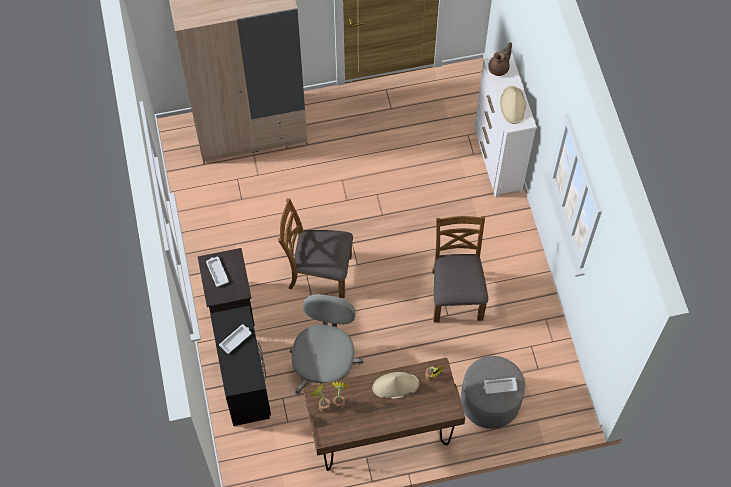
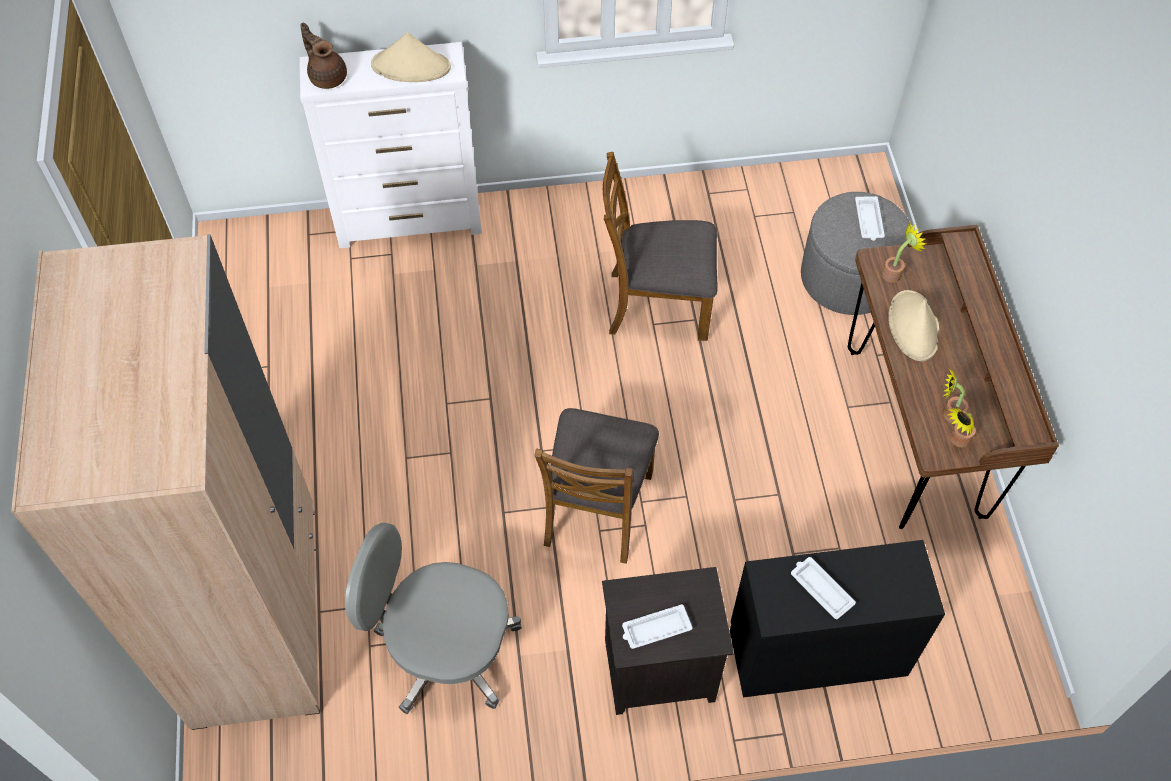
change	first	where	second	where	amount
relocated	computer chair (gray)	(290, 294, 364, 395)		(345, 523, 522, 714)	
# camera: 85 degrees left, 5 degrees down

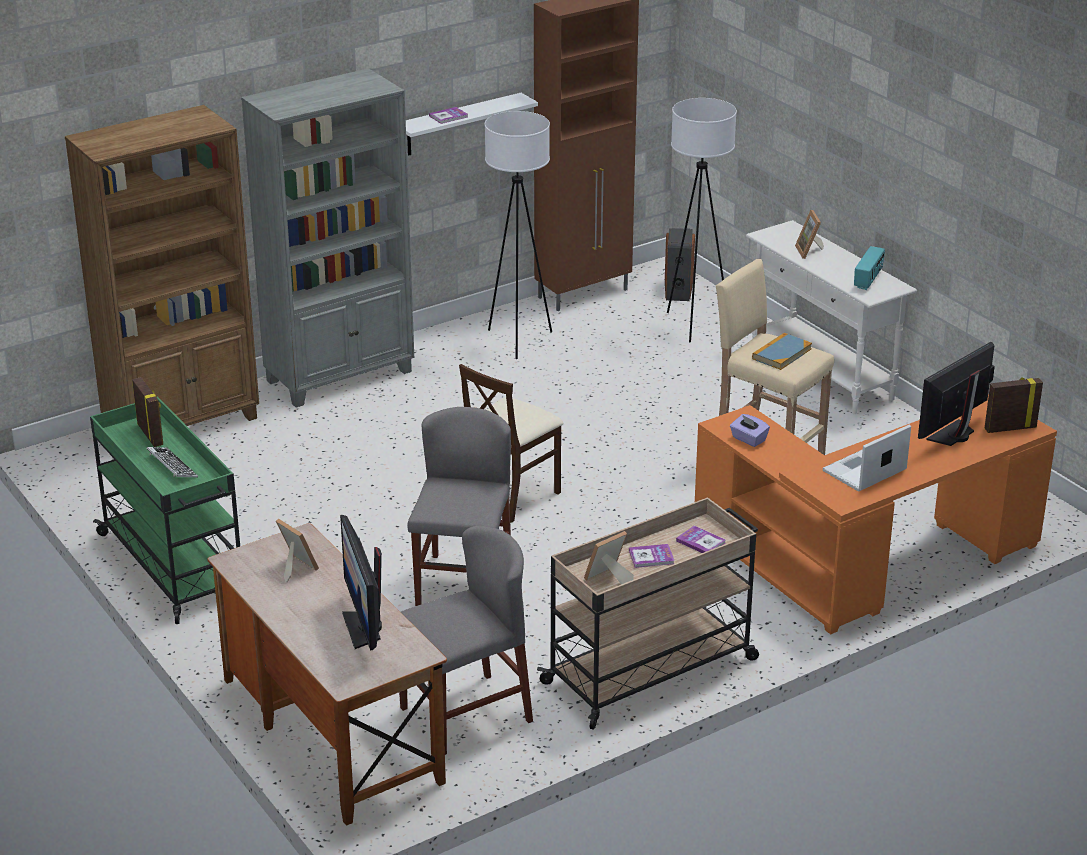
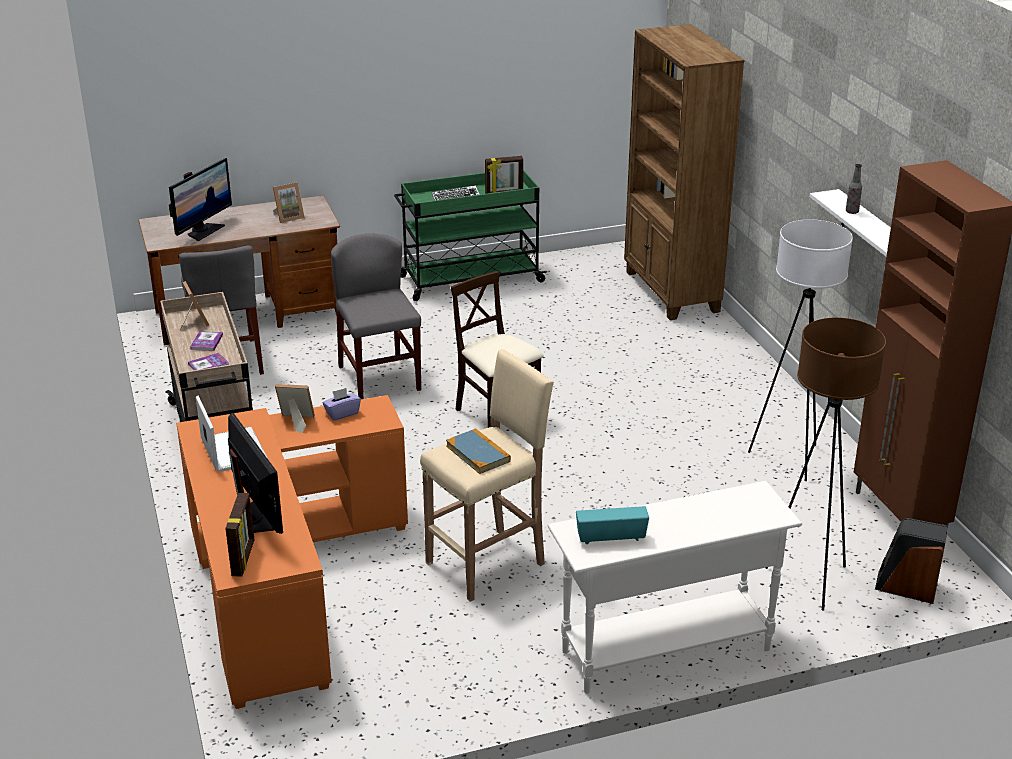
change	first	where	second	where	amount
missing	bookcase (gray)	(241, 68, 414, 408)			
colour	floor lamp (whitish)	(667, 98, 737, 342)	floor lamp (brown-coloured)	(766, 318, 886, 611)	
exchanged	book	(429, 107, 468, 124)	bottle	(846, 164, 862, 214)	
relocated	photo frame	(795, 210, 824, 259)		(275, 384, 315, 433)	
spun	radio set	(854, 246, 885, 290)		(576, 506, 649, 544)	135 degrees clockwise
spun	upright chair (gray)	(407, 407, 511, 606)		(331, 233, 421, 399)	135 degrees counterclockwise
spun	computer display	(340, 515, 382, 651)		(169, 158, 232, 241)	120 degrees clockwise
# camera: 105 degrees right, 0 degrees up

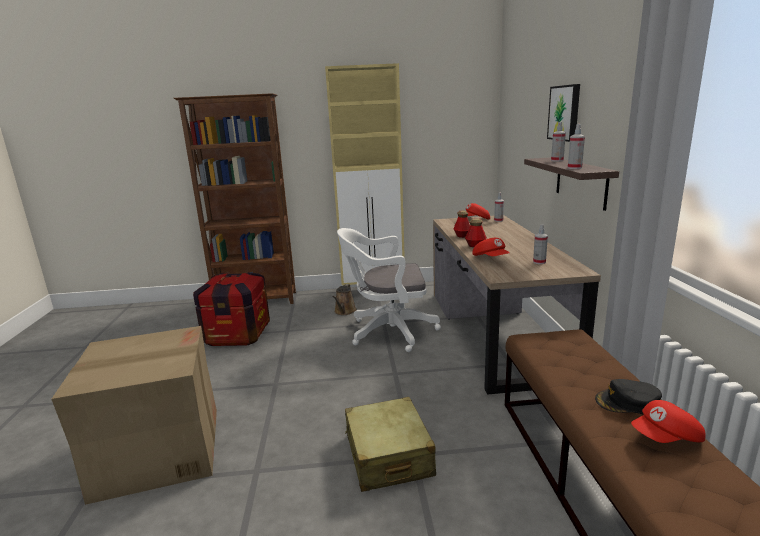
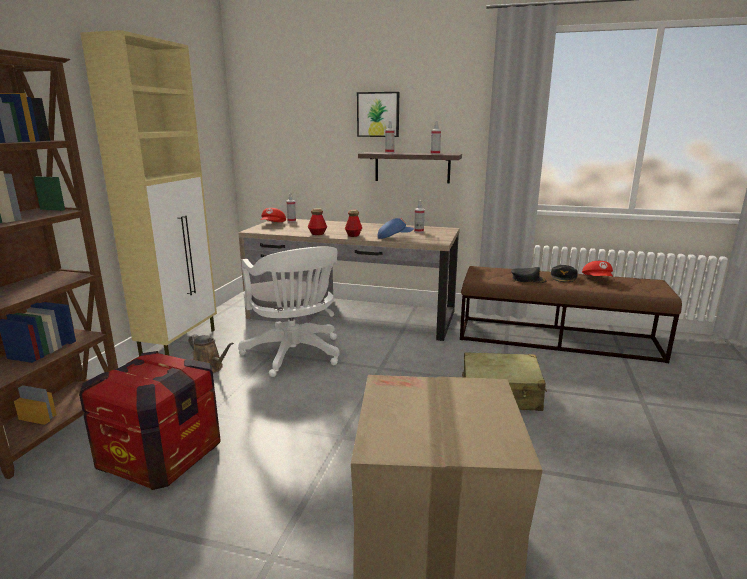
change	first	where	second	where	amount
spun	computer chair (whitish)	(337, 228, 441, 352)		(238, 246, 340, 377)	45 degrees counterclockwise
colour	baseball cap (red-coloured)	(472, 238, 510, 256)	baseball cap (bluish)	(378, 218, 414, 239)	
appeared			baseball cap (black)	(511, 267, 547, 283)	
# camera: 70 degrees left, 0 degrees up

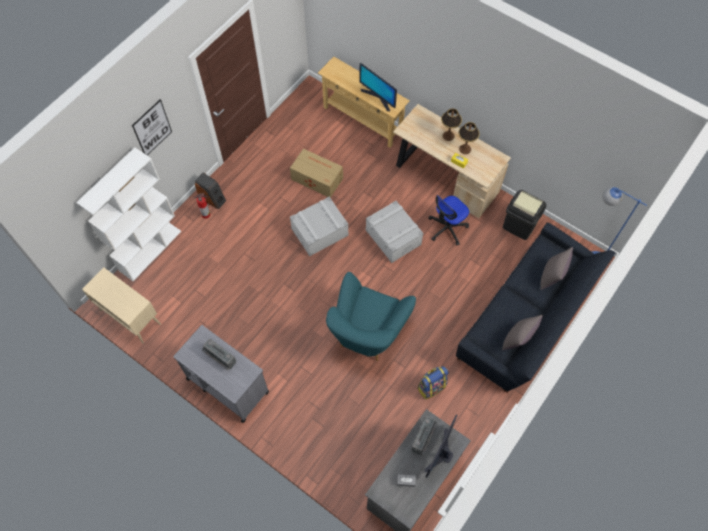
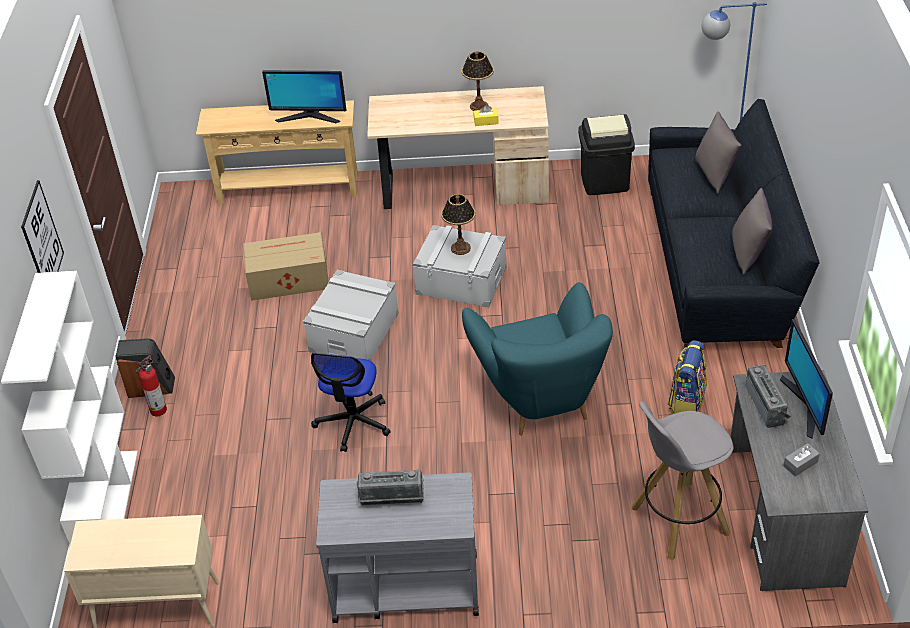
change	first	where	second	where	amount
relocated	lamp for a table	(441, 108, 462, 141)		(441, 194, 476, 255)	
relocated	computer chair	(428, 195, 469, 245)		(311, 353, 391, 452)	
appeared			sitting stool (gray)	(632, 401, 734, 561)	
# camera: 35 degrees left, 20 degrees down

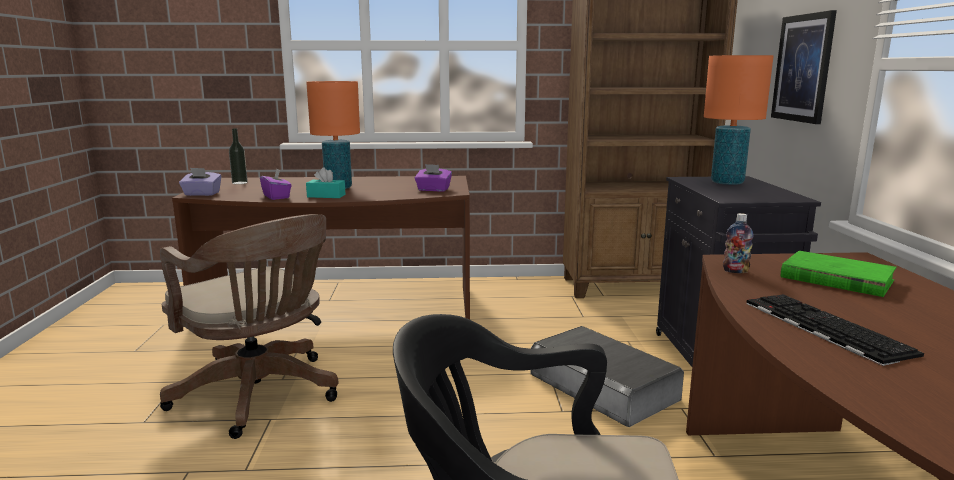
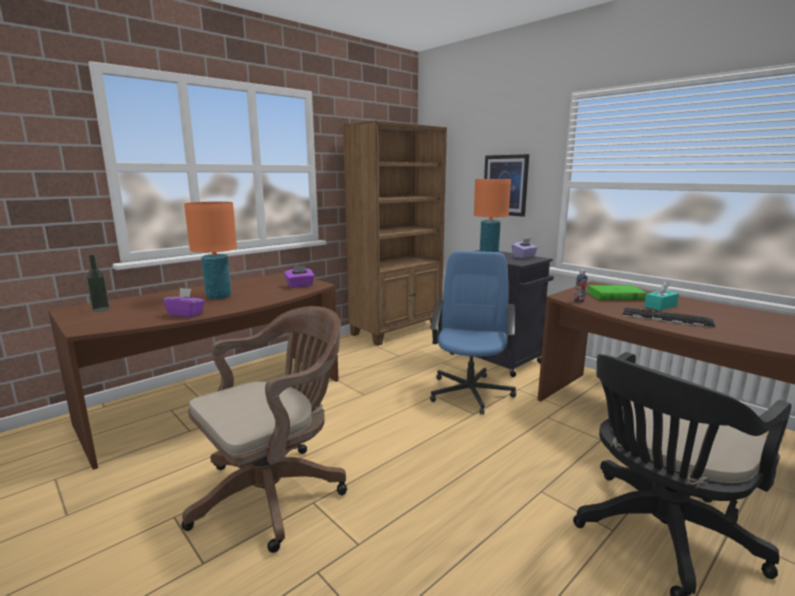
change	first	where	second	where	amount
relocated	box of tissues (turquoise-coloured)	(306, 167, 346, 198)		(644, 281, 679, 311)	
relocated	box of tissues (purplish)	(179, 168, 221, 196)		(512, 238, 538, 259)	
spun	computer chair (brown-coloured)	(160, 214, 339, 439)		(182, 306, 347, 553)	45 degrees counterclockwise
exchanged	storage bin (gray)	(530, 326, 684, 427)	computer chair (bluish)	(430, 251, 516, 415)	
# camera: 40 degrees left, 0 degrees up

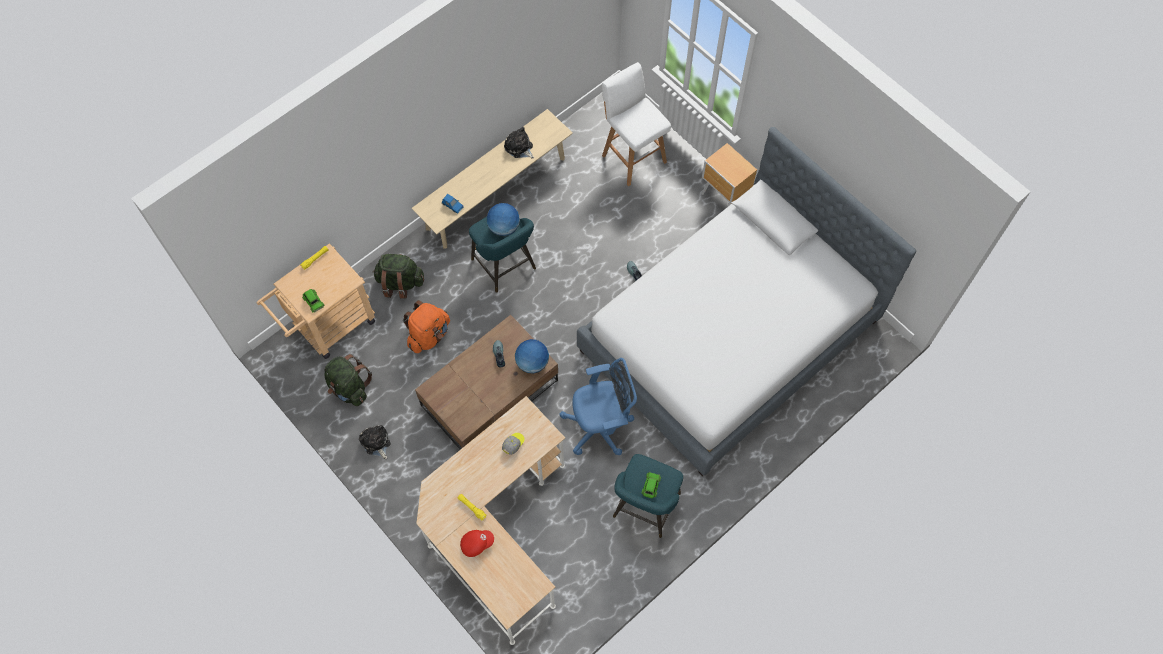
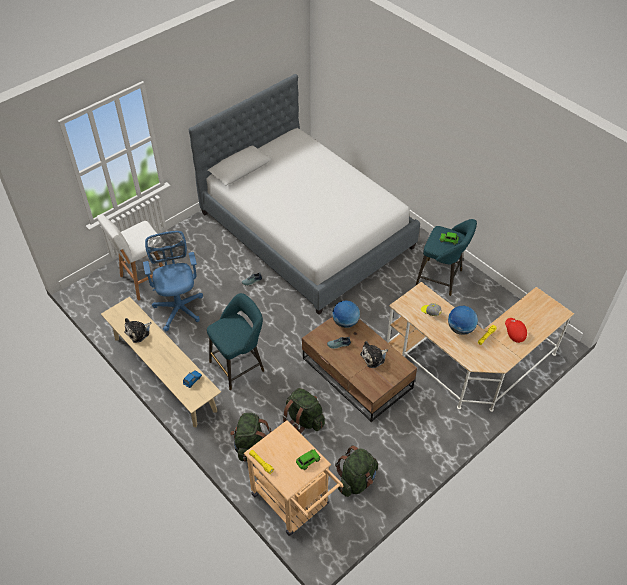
change	first	where	second	where	amount
missing	night table (brown-coloured)	(701, 143, 757, 206)			
relocated	world globe	(487, 203, 520, 236)		(448, 306, 478, 335)	
colour	rucksack (orangey)	(403, 300, 450, 353)	rucksack (green)	(282, 388, 325, 433)	
relocated	computer chair (bluish)	(559, 358, 637, 455)		(143, 231, 203, 331)	
relocated	cuddly toy	(359, 425, 391, 459)		(360, 341, 388, 368)	
# camera: 90 degrees left, 15 degrees down

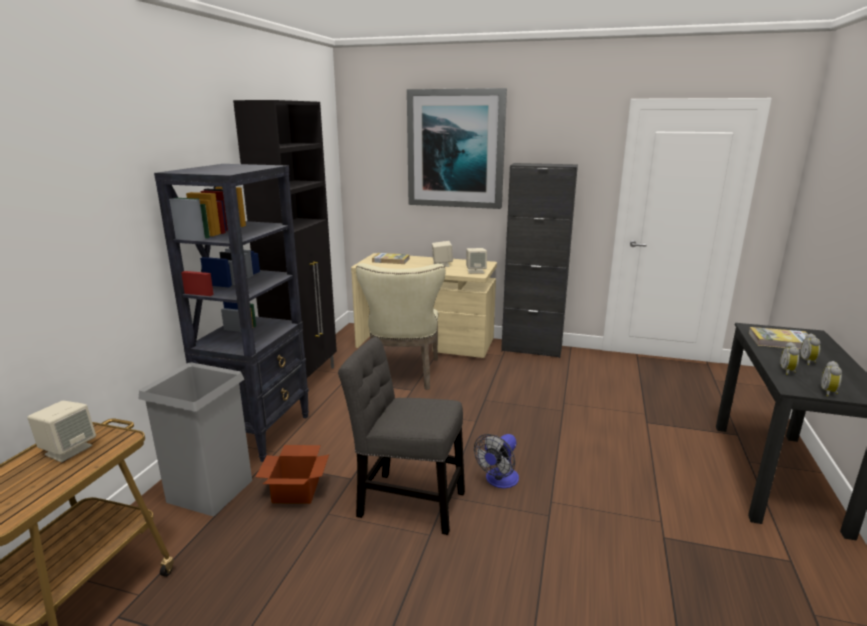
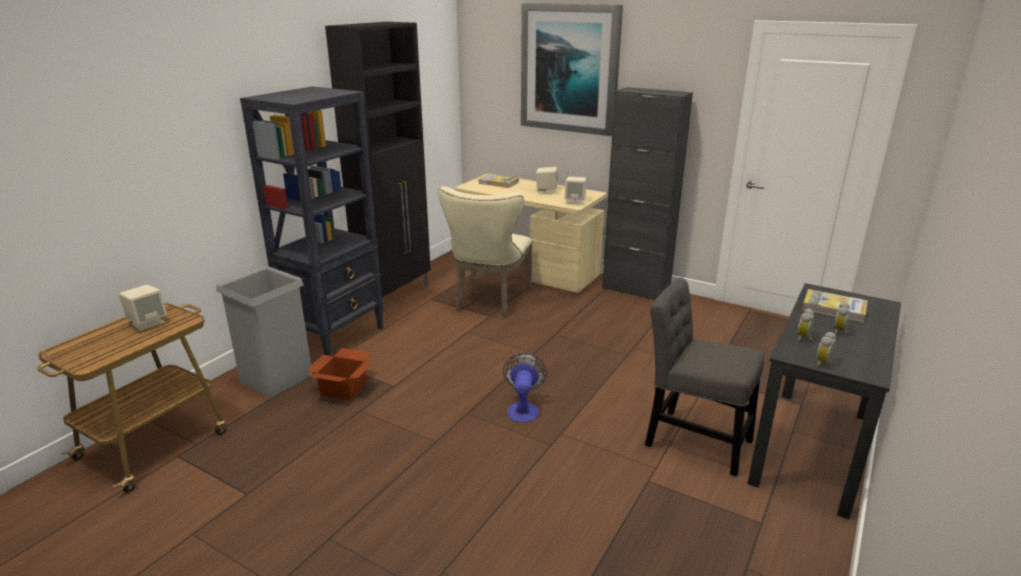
change	first	where	second	where	amount
relocated	upright chair (gray)	(338, 337, 465, 535)		(645, 278, 764, 476)	
spun	cooling fan	(474, 434, 519, 489)		(503, 353, 547, 423)	135 degrees clockwise
# camera: 15 degrees right, 5 degrees up

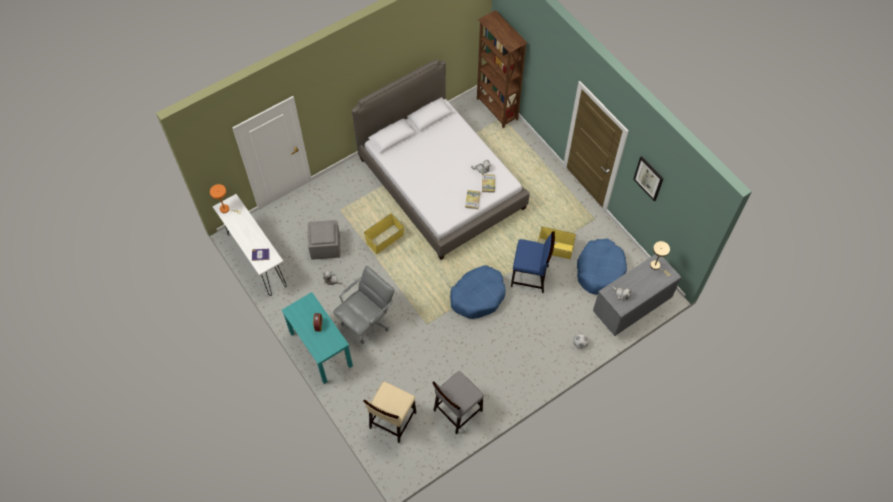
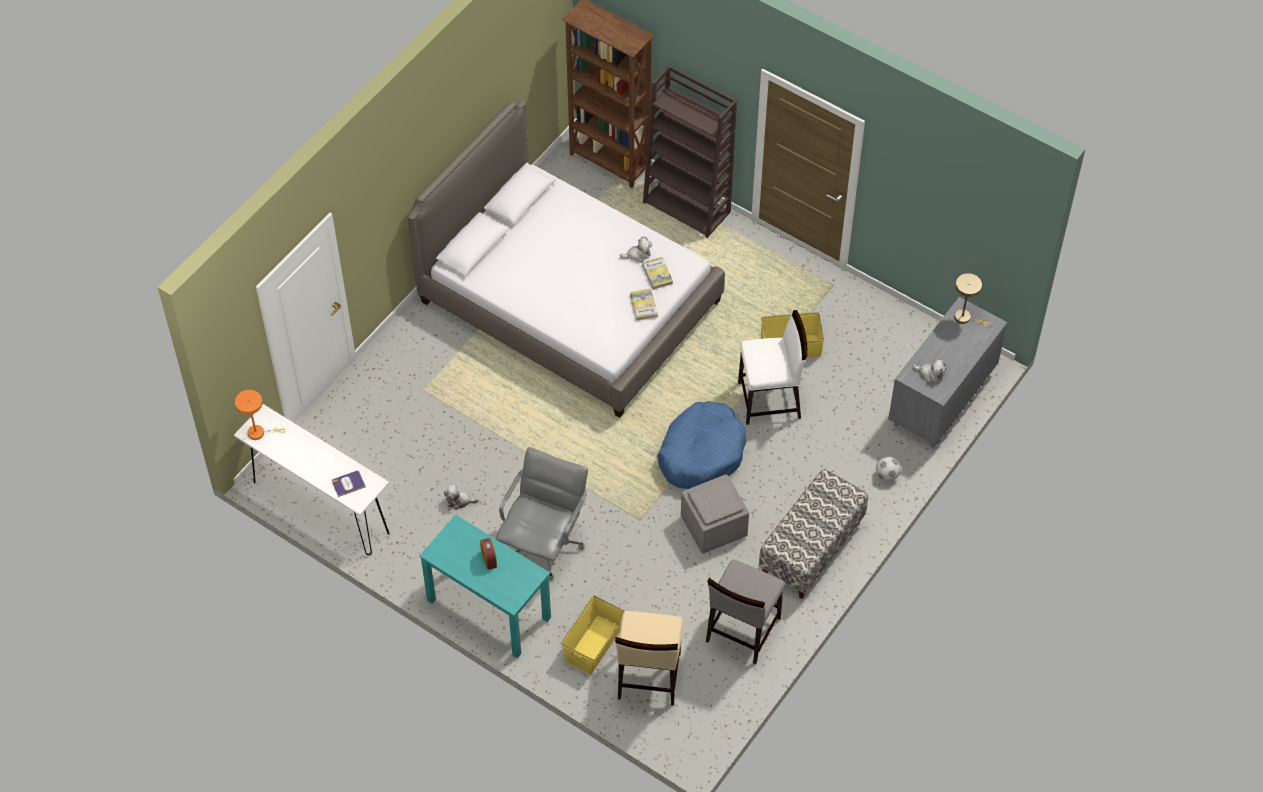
change	first	where	second	where	amount
missing	picture	(633, 156, 664, 201)			
relocated	storage bin (yellow)	(364, 213, 404, 254)		(561, 595, 625, 675)	
relocated	pouffe (gray)	(308, 220, 340, 260)		(681, 474, 749, 553)	
colour	upright chair (bluish)	(511, 231, 555, 293)	upright chair (whitish)	(738, 310, 807, 425)	
missing	dog bed (bluish)	(577, 239, 627, 295)			
appeared			bookcase (brown-coloured)	(643, 65, 737, 238)	
appeared			long seat	(759, 469, 868, 599)	
# camera: 20 degrees left, 5 degrees down

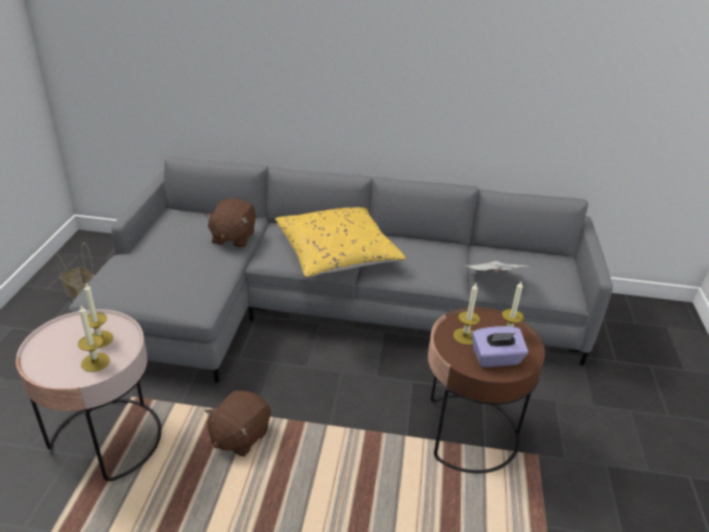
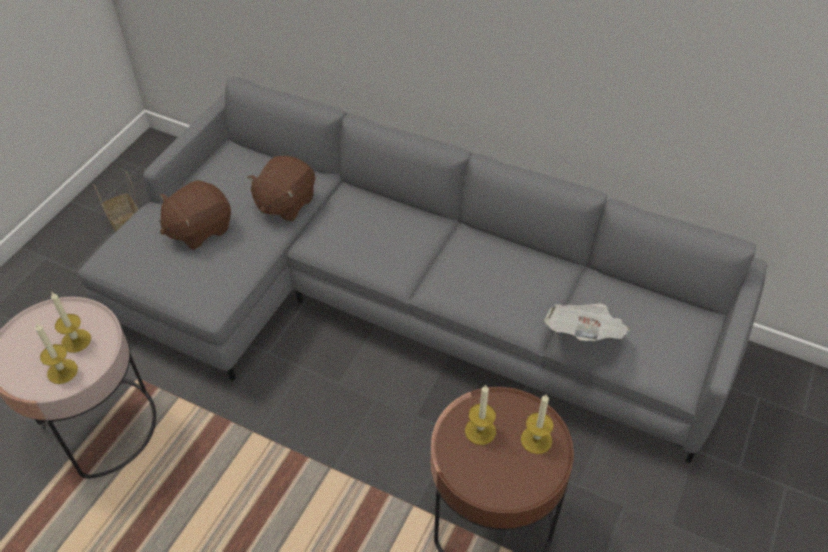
change	first	where	second	where	amount
missing	pillow (yellow)	(275, 207, 406, 277)			
missing	box of tissues (purplish)	(472, 326, 528, 367)			
relocated	cuddly toy (brown-coloured)	(205, 390, 271, 457)		(160, 180, 231, 250)	
# camera: 20 degrees right, 15 degrees up

